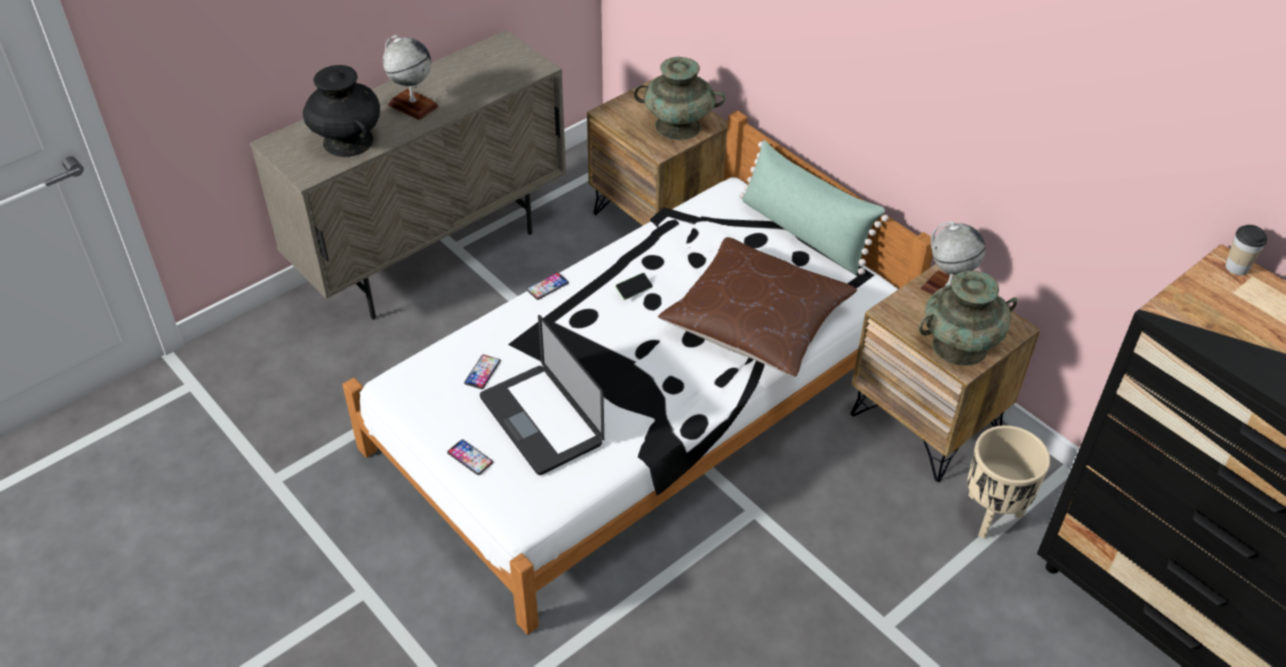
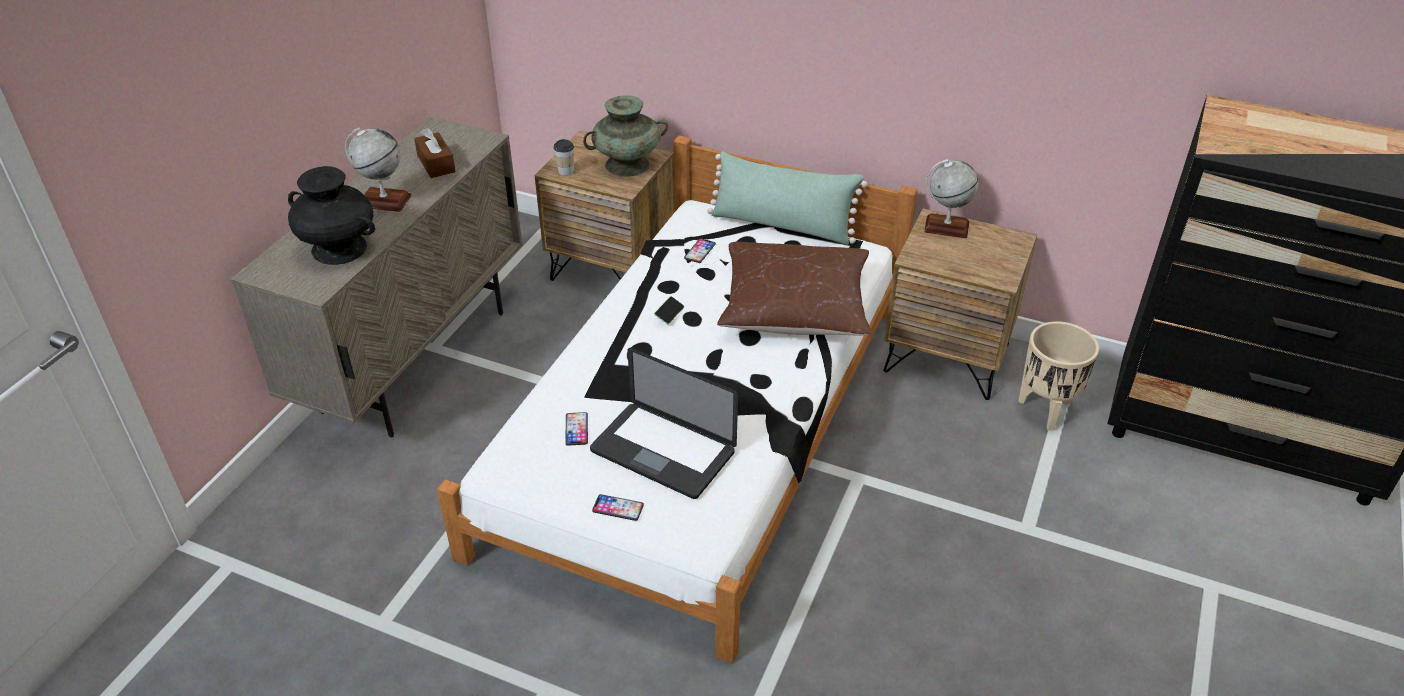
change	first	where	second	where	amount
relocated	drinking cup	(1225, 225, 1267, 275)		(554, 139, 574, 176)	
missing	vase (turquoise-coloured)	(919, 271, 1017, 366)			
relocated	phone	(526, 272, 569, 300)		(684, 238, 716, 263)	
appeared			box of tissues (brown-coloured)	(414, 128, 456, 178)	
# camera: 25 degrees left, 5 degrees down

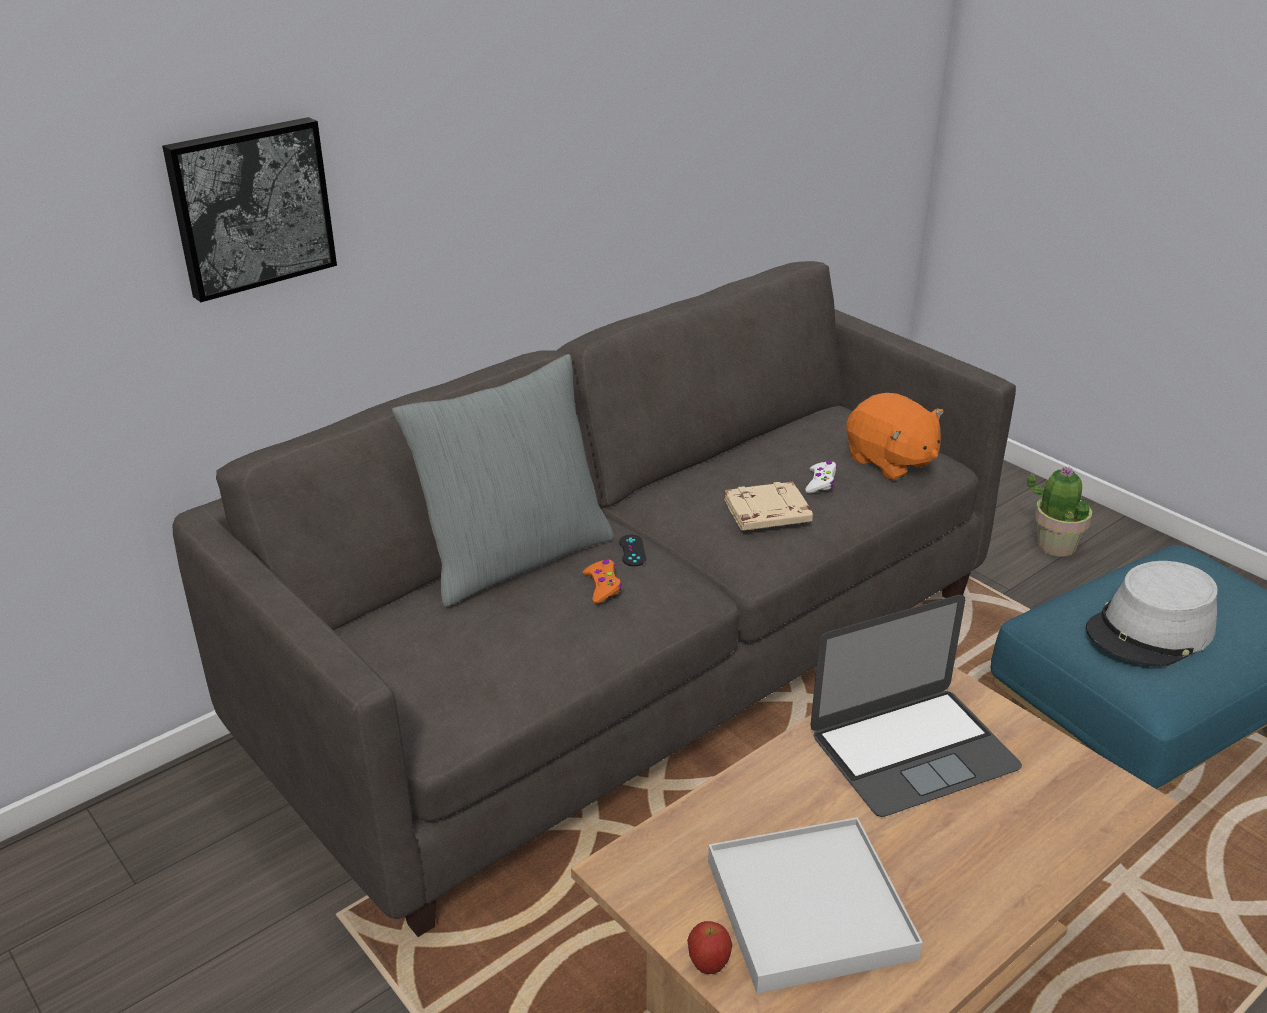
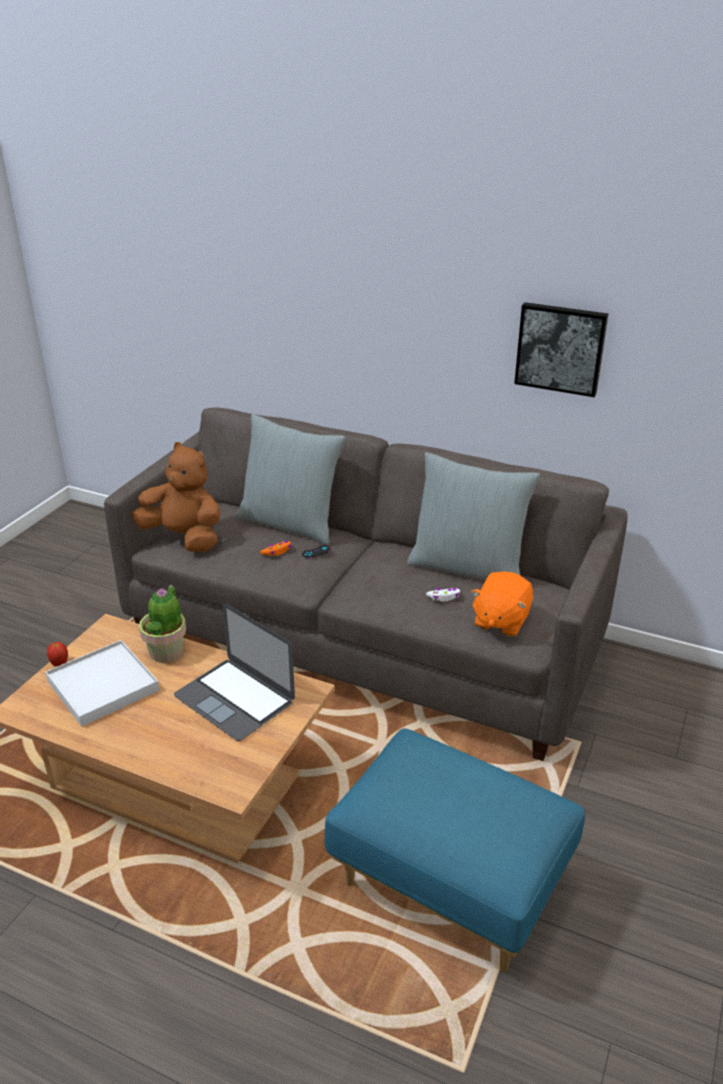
change	first	where	second	where	amount
relocated	picture	(162, 117, 337, 302)		(514, 302, 608, 397)	
relocated	potted plant	(1026, 466, 1092, 556)		(139, 585, 186, 663)	
missing	book (sand-coloured)	(724, 481, 813, 531)			
missing	wearable hat (gray)	(1086, 561, 1218, 667)			
appeared			cuddly toy (brown-coloured)	(132, 442, 221, 553)	
appeared			pillow (gray)	(407, 452, 540, 580)	
# camera: 65 degrees right, 0 degrees up

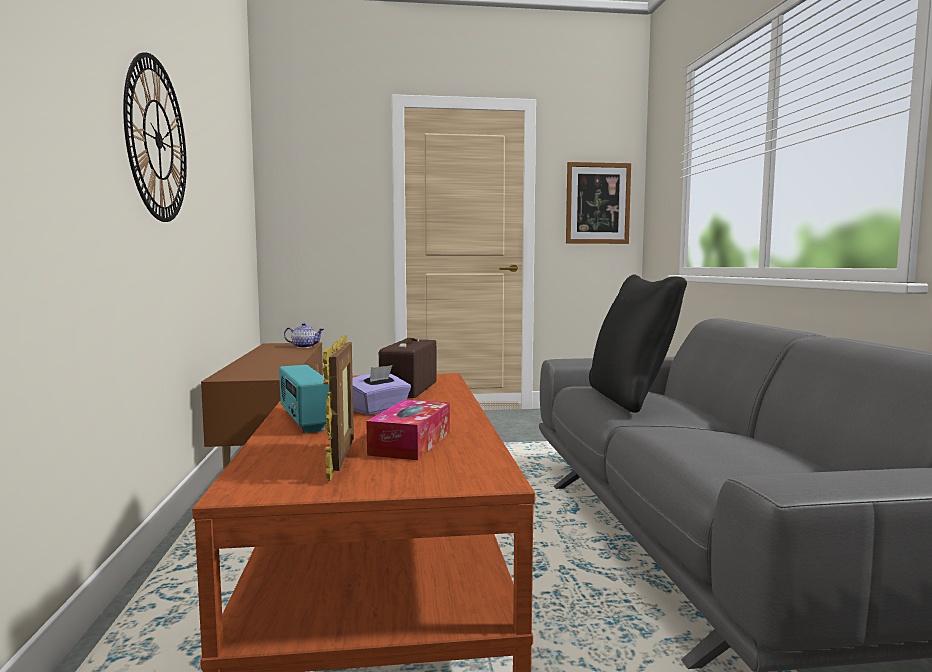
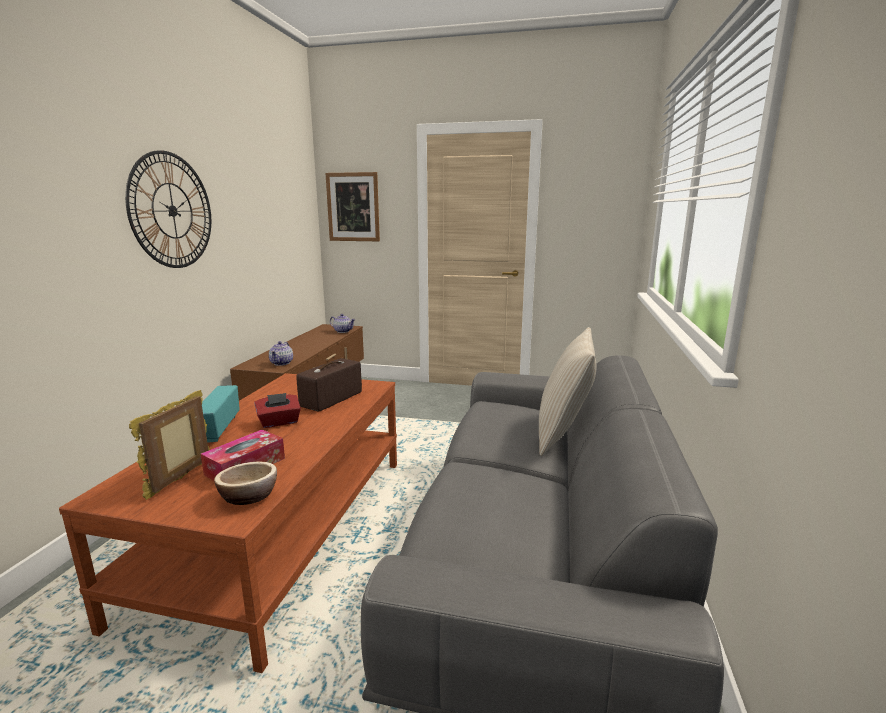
change	first	where	second	where	amount
relocated	picture	(566, 162, 631, 244)		(325, 172, 380, 241)	
missing	pillow (black)	(589, 274, 687, 413)			
colour	box of tissues (purplish)	(352, 365, 411, 415)	box of tissues (red-coloured)	(254, 393, 301, 428)	
appeared			pillow (sand-coloured)	(539, 327, 596, 456)	
appeared			tea pot	(269, 341, 293, 366)	
appeared			bowl	(214, 462, 277, 505)	
# camera: 20 degrees right, 10 degrees up

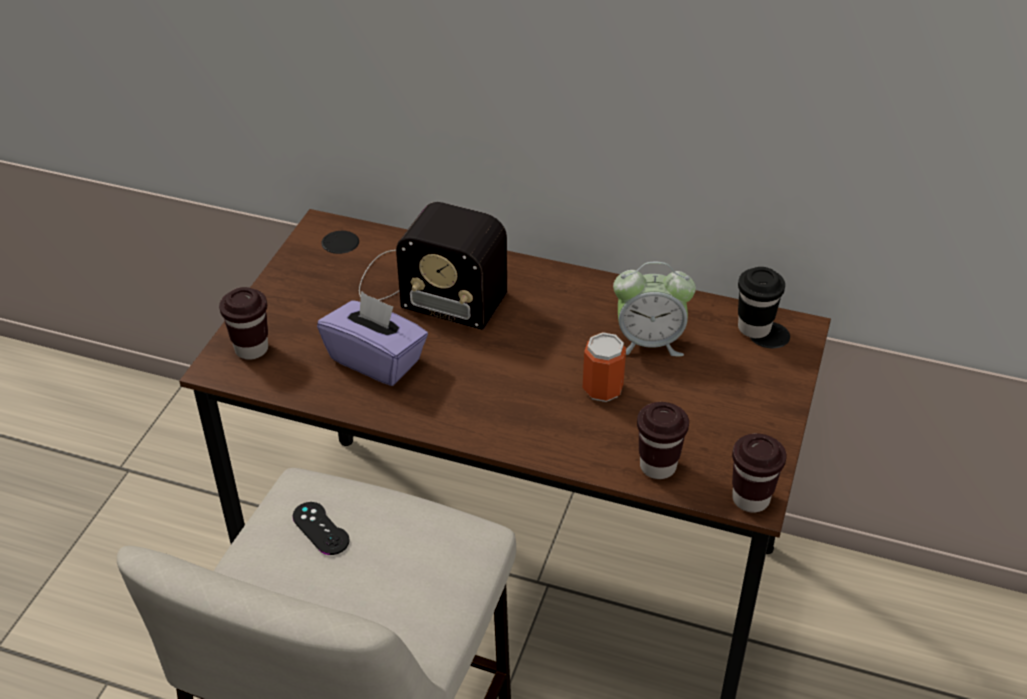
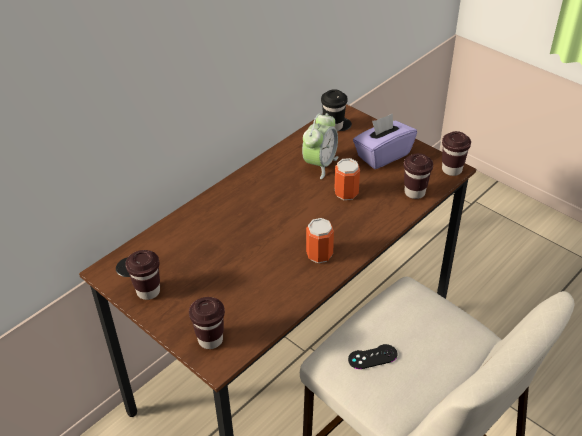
change	first	where	second	where	amount
missing	radio set	(359, 202, 507, 330)			
relocated	box of tissues (purplish)	(317, 291, 428, 386)		(353, 113, 417, 169)	
appeared			sealed can	(306, 218, 334, 263)	
appeared			drinking cup (brown-coloured)	(125, 250, 160, 300)	
# camera: 65 degrees left, 0 degrees up

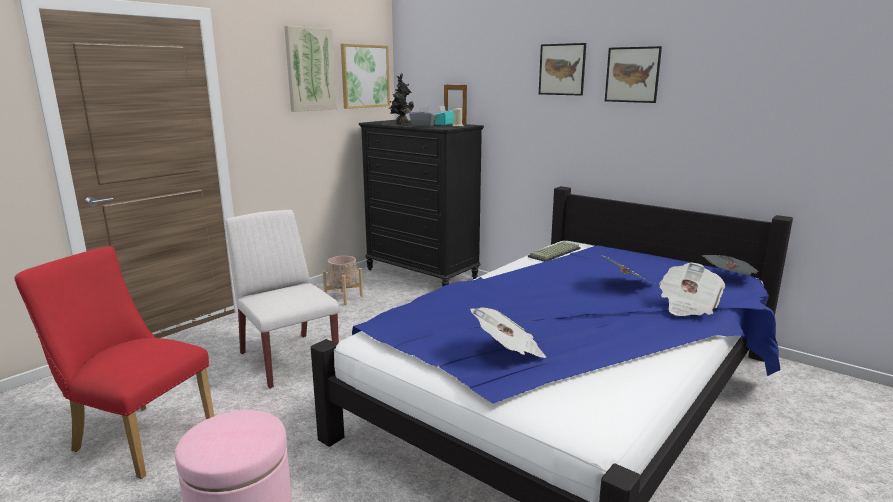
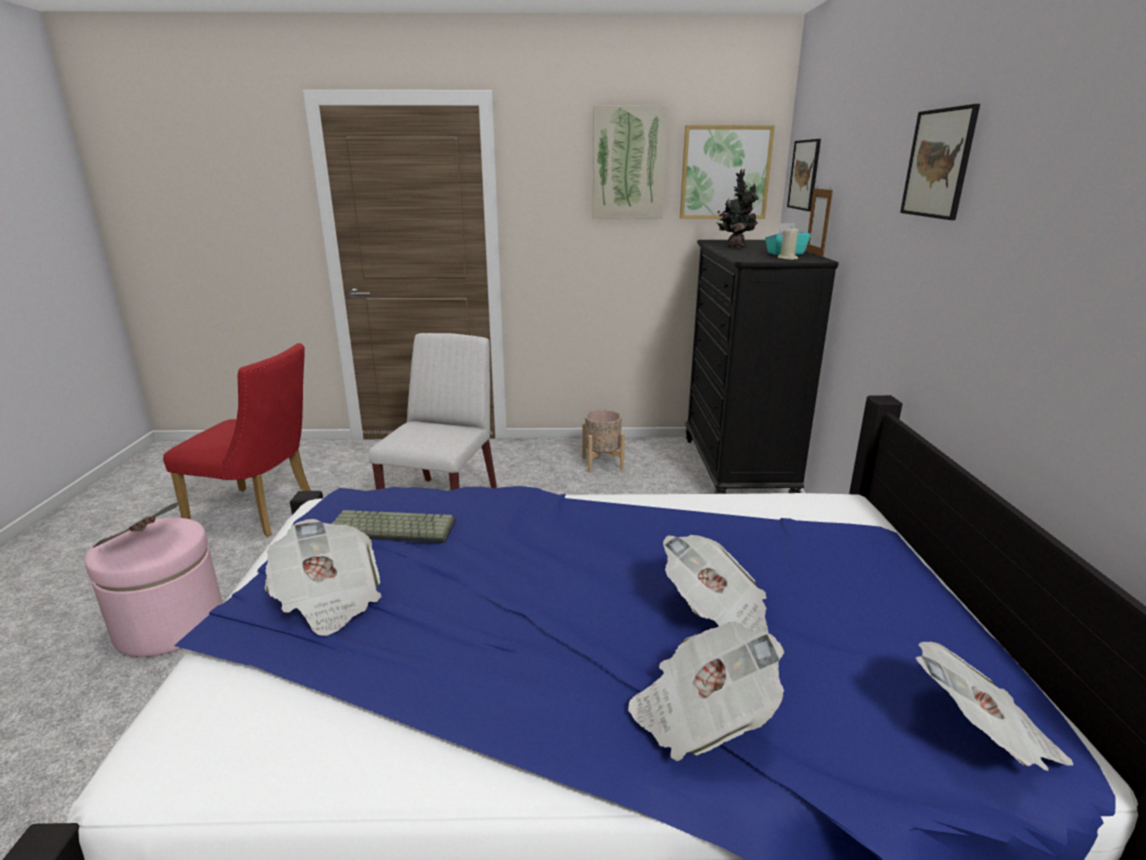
change	first	where	second	where	amount
relocated	picture	(605, 46, 662, 103)		(787, 139, 821, 211)	
missing	box of tissues (gray)	(409, 107, 437, 127)			
relocated	PC keyboard	(528, 241, 580, 262)		(332, 510, 456, 543)	
spun	upright chair (red-coloured)	(14, 246, 214, 479)		(163, 343, 311, 537)	120 degrees clockwise
appeared			daily paper	(93, 501, 181, 548)	
# camera: 50 degrees right, 5 degrees up

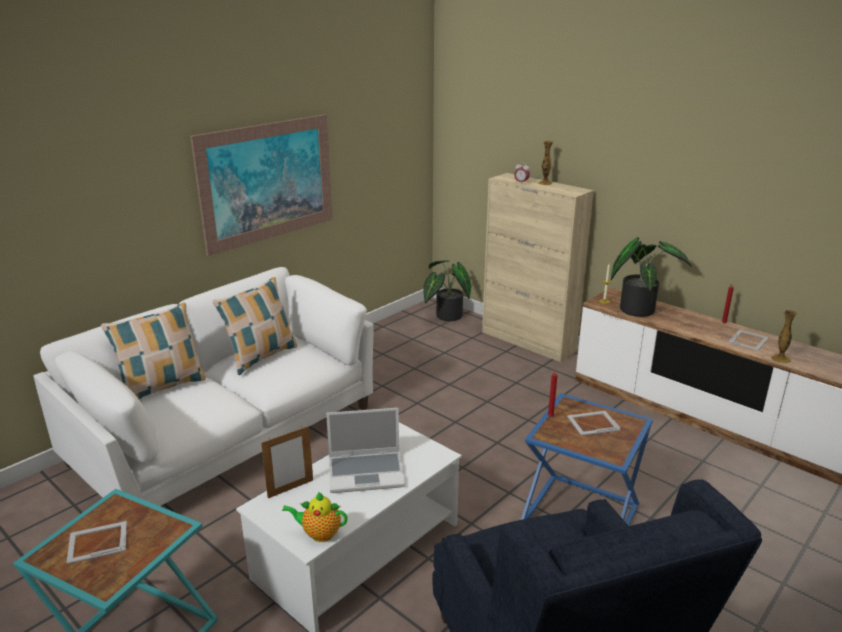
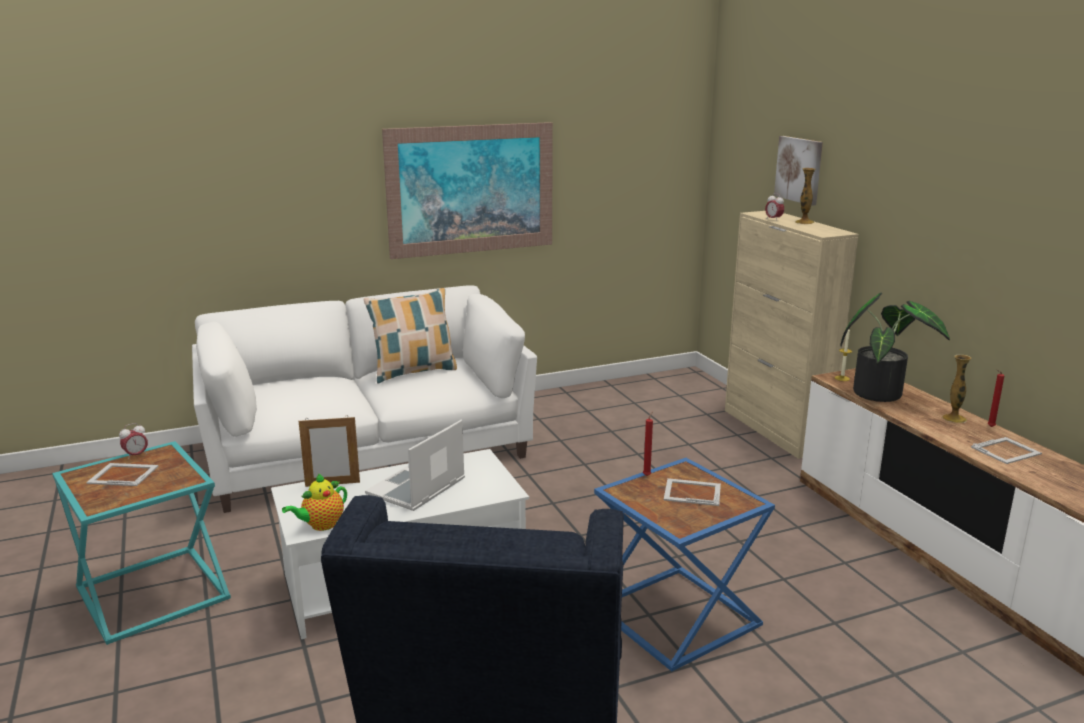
change	first	where	second	where	amount
missing	potted plant	(424, 260, 471, 321)			
missing	pillow	(101, 303, 206, 399)			
relocated	vase	(771, 310, 797, 363)		(942, 355, 972, 423)	
spun	portable computer	(326, 408, 405, 493)		(365, 420, 465, 511)	105 degrees clockwise
spun	tea pot	(282, 492, 347, 542)		(282, 474, 347, 531)	75 degrees counterclockwise
appeared			picture	(774, 136, 823, 206)	
appeared			alarm clock	(119, 423, 148, 460)	
# camera: 25 degrees right, 5 degrees down

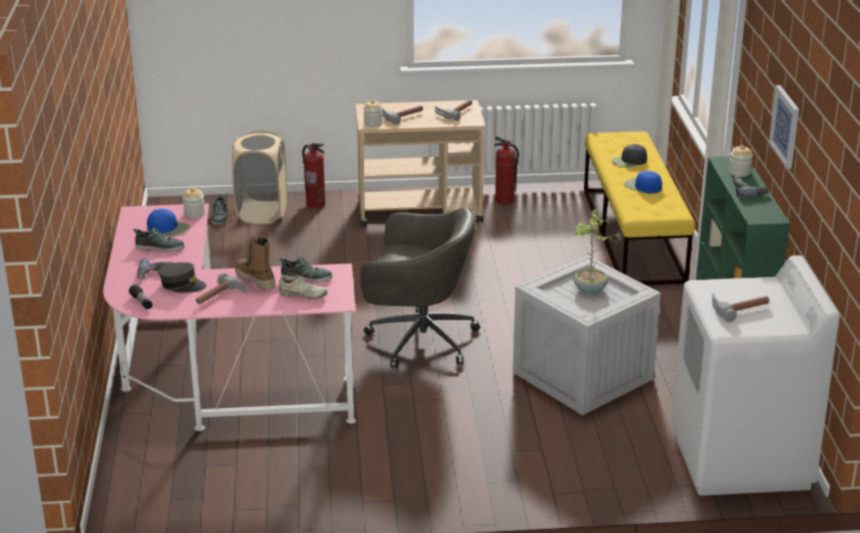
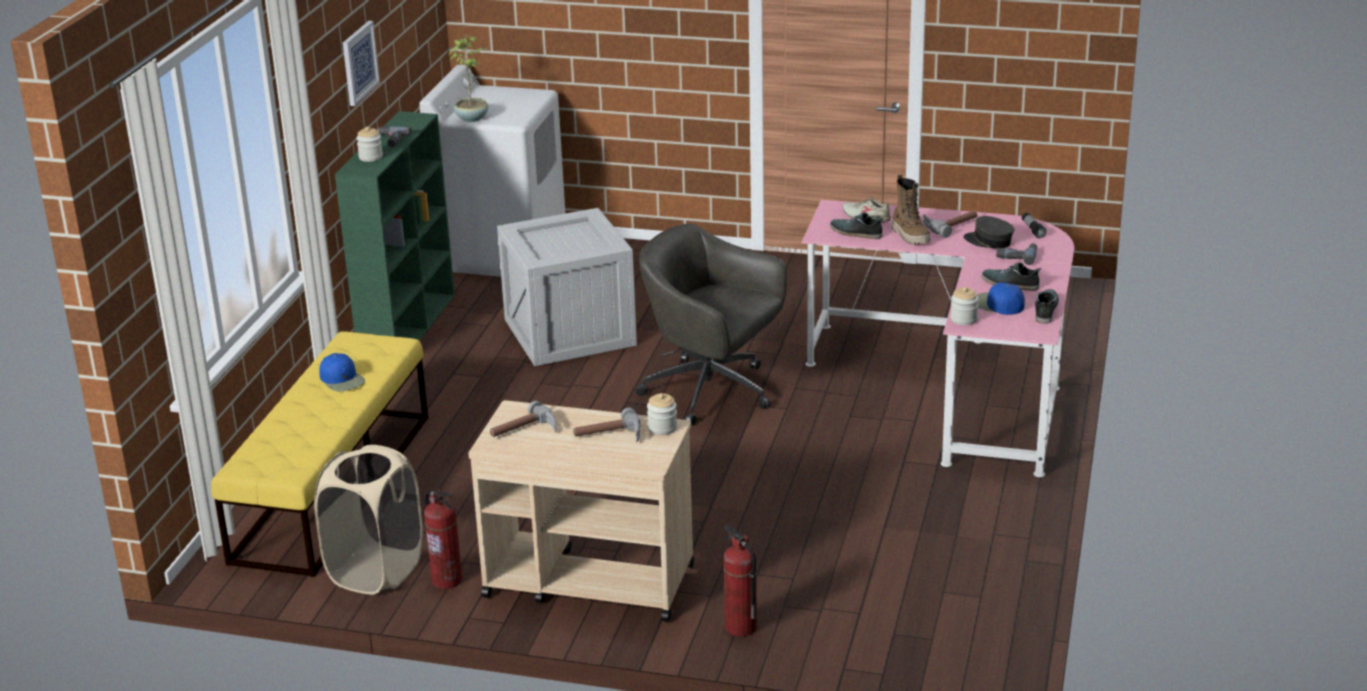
change	first	where	second	where	amount
relocated	hamper (sand-coloured)	(232, 131, 287, 224)		(314, 445, 423, 595)	
missing	baseball cap (black)	(611, 144, 647, 168)			
relocated	low shoe	(212, 195, 228, 225)		(1035, 289, 1059, 324)	
relocated	potted plant	(573, 209, 622, 294)		(448, 35, 489, 122)	
missing	hand hammer	(712, 293, 769, 322)			
# camera: 160 degrees left, 0 degrees up

